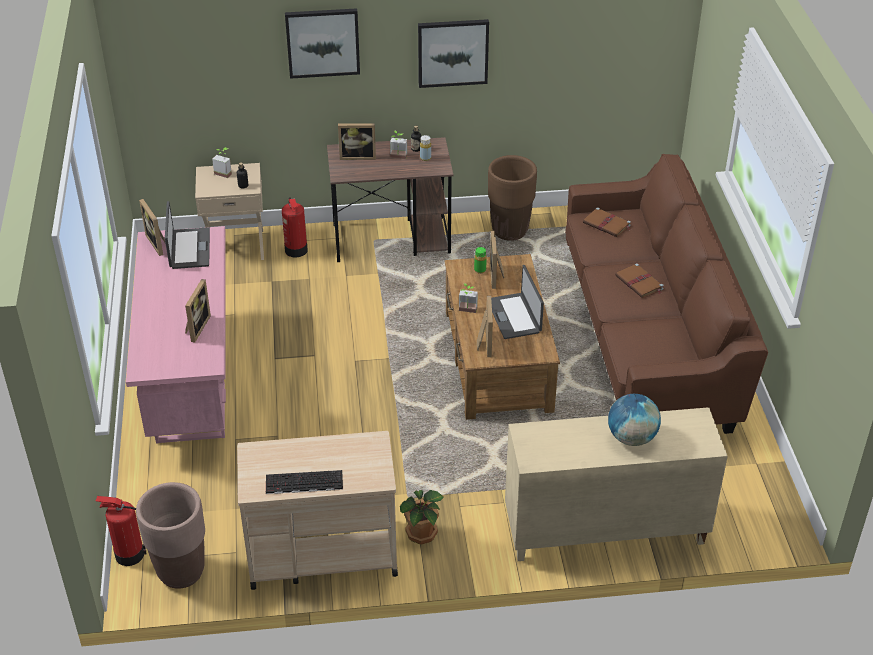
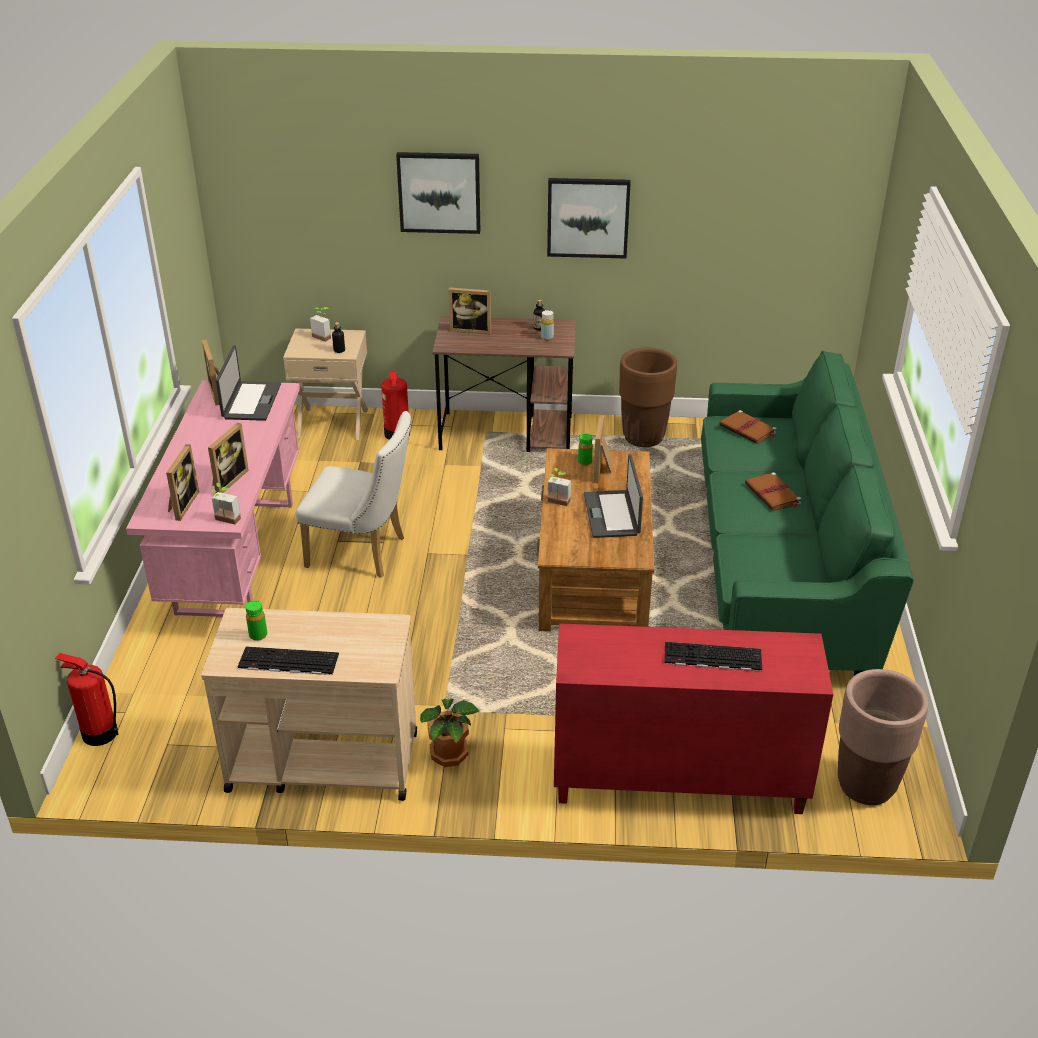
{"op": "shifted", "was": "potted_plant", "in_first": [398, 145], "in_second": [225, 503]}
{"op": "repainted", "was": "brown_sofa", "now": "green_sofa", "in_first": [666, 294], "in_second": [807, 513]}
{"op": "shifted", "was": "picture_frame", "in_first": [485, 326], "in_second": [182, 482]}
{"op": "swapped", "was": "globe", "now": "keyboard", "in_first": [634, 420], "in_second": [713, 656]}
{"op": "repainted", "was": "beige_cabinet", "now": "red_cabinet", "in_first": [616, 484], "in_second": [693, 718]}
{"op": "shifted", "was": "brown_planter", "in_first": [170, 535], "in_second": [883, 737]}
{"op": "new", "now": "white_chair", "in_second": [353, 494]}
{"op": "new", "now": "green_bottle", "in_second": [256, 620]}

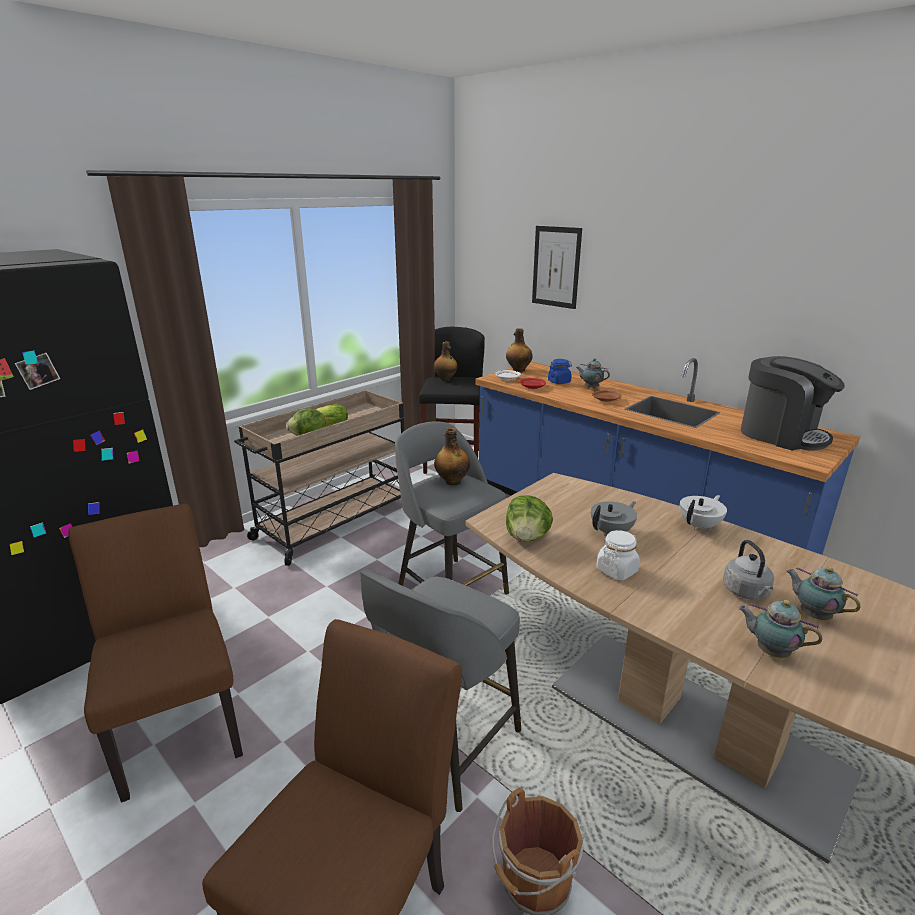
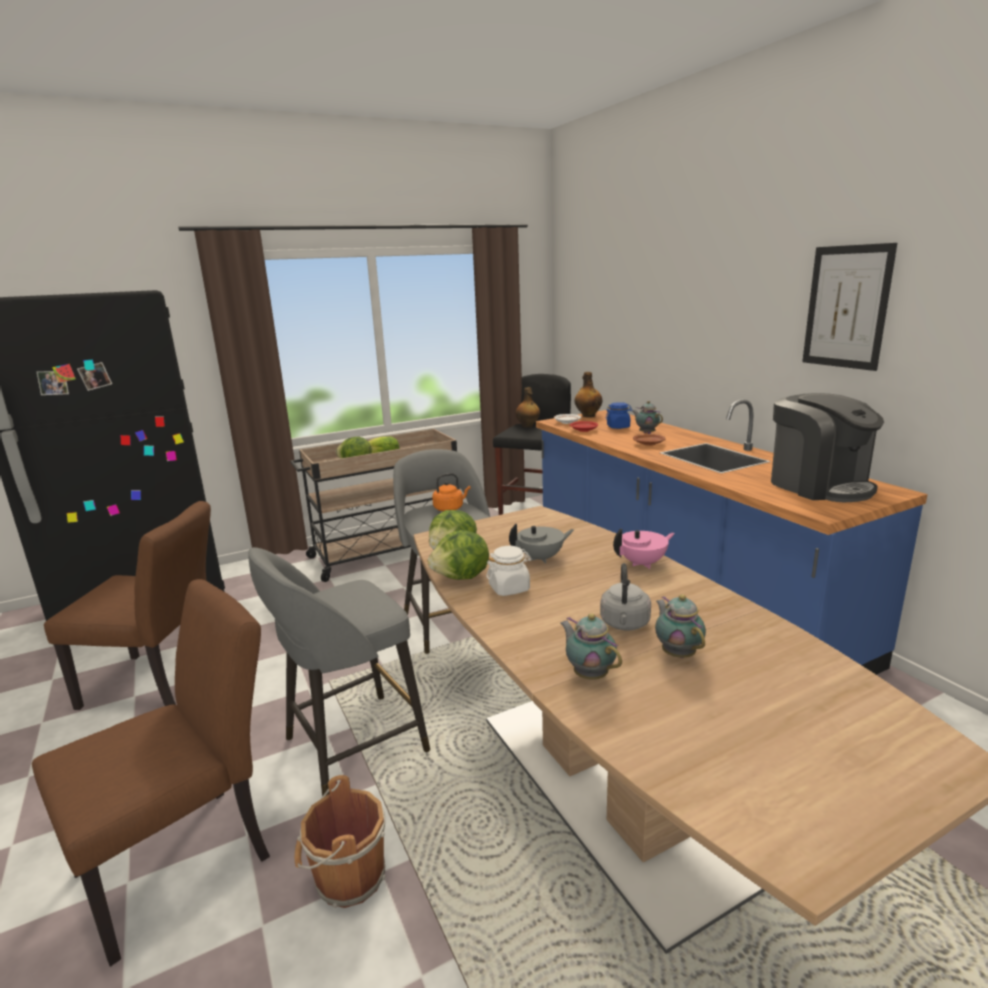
{"op": "shifted", "was": "picture", "in_first": [557, 267], "in_second": [849, 307]}
{"op": "swapped", "was": "bottle", "now": "orange_kettle", "in_first": [452, 456], "in_second": [451, 492]}
{"op": "repainted", "was": "white_teapot", "now": "pink_teapot", "in_first": [703, 513], "in_second": [644, 549]}
{"op": "rotated", "was": "brown_chair", "in_first": [155, 653], "in_second": [127, 605], "clockwise": 105}
{"op": "new", "now": "lettuce", "in_second": [458, 555]}

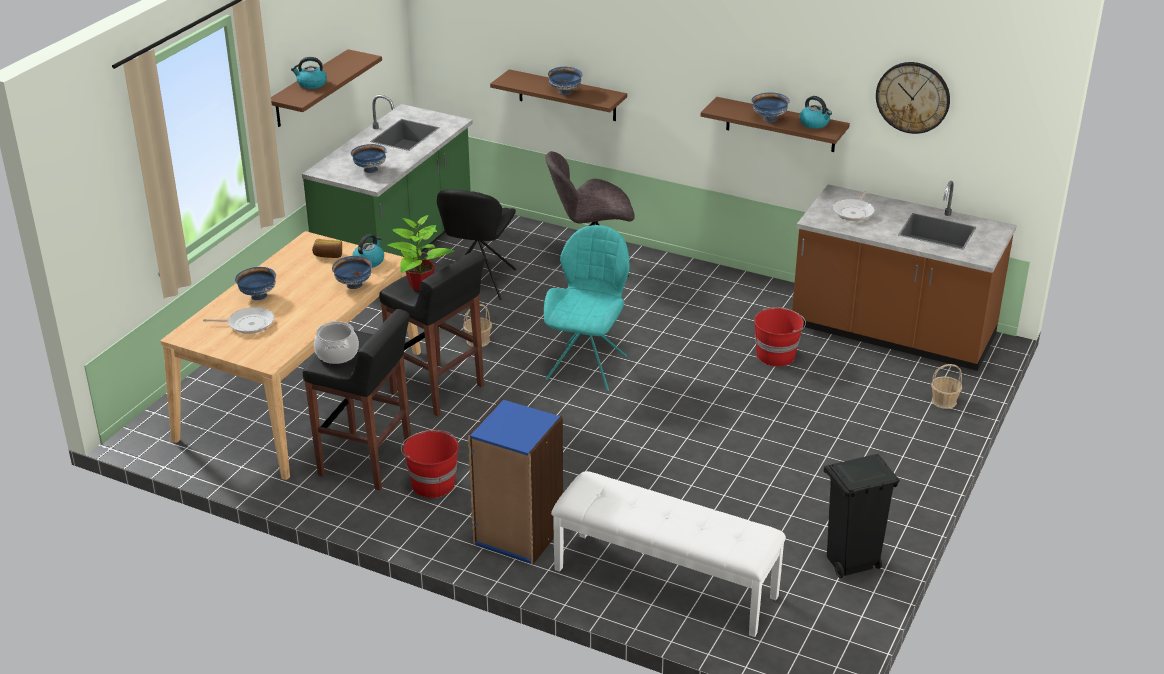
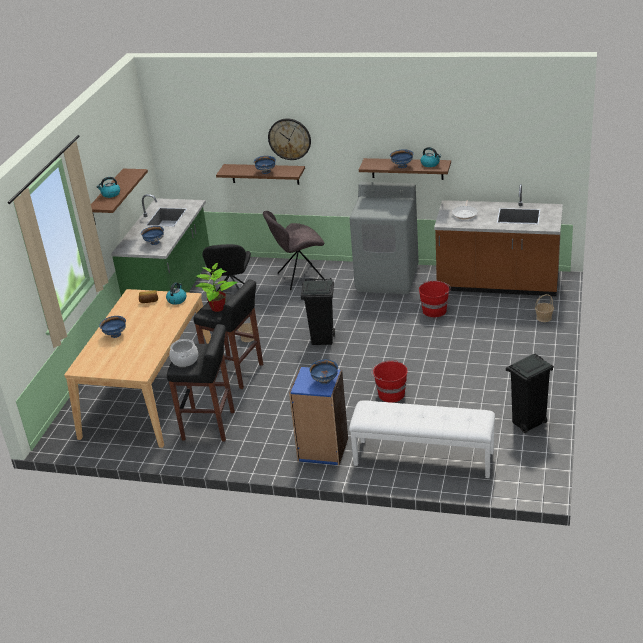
{"op": "shifted", "was": "wall_clock", "in_first": [913, 98], "in_second": [289, 139]}
{"op": "swapped", "was": "turquoise_chair", "now": "black_trash_can", "in_first": [587, 308], "in_second": [318, 311]}
{"op": "shifted", "was": "blue_bowl", "in_first": [352, 272], "in_second": [323, 371]}
{"op": "gone", "was": "frying_pan", "in_first": [238, 320]}
{"op": "shifted", "was": "red_bucket", "in_first": [430, 464], "in_second": [390, 381]}
{"op": "new", "now": "grey_washing_machine", "in_second": [384, 238]}

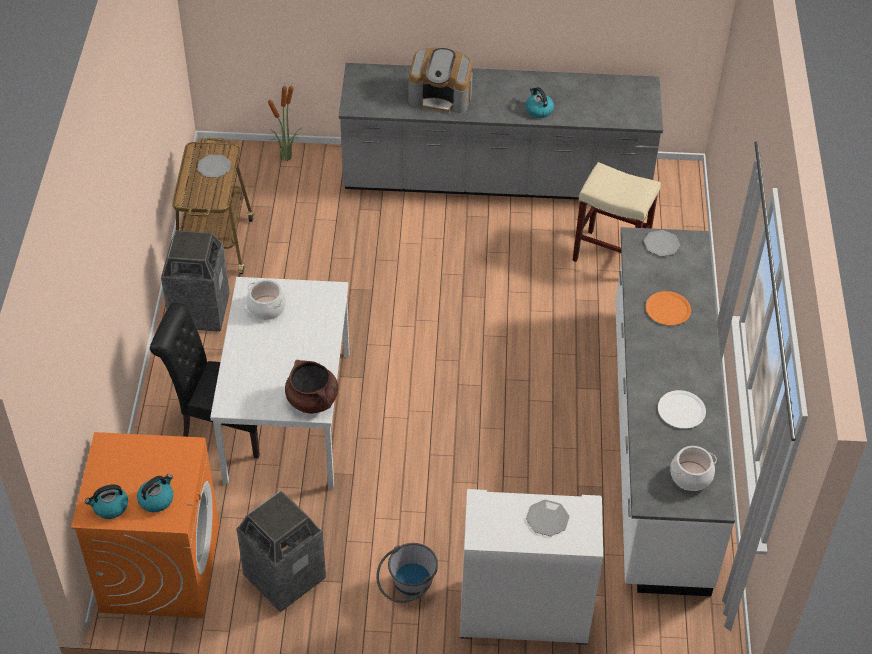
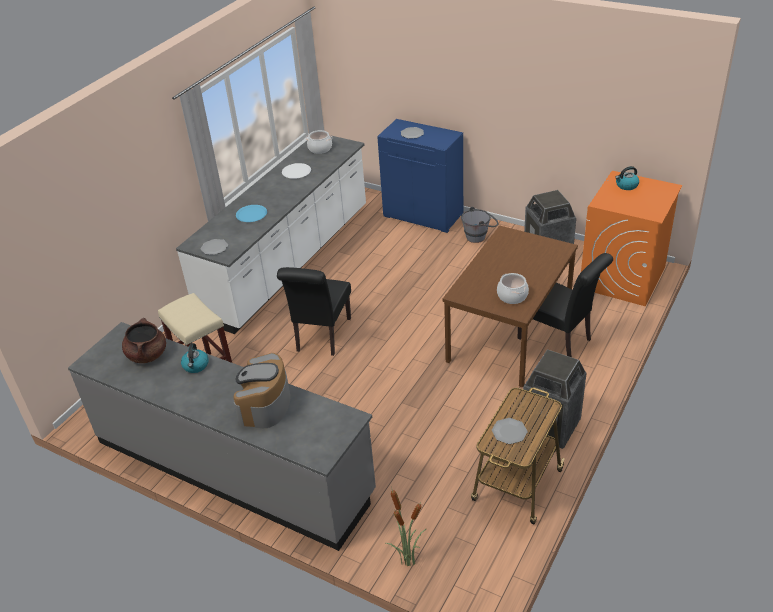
{"op": "rotated", "was": "coffee_machine", "in_first": [441, 80], "in_second": [261, 390], "clockwise": -120}
{"op": "repainted", "was": "white_dining_table", "now": "brown_dining_table", "in_first": [279, 383], "in_second": [510, 307]}
{"op": "repainted", "was": "orange_plate", "now": "blue_plate", "in_first": [668, 308], "in_second": [251, 213]}
{"op": "shifted", "was": "brown_cooking_pot", "in_first": [311, 387], "in_second": [144, 340]}
{"op": "gone", "was": "kettle", "in_first": [106, 501]}
{"op": "repainted", "was": "white_cabinet", "now": "blue_cabinet", "in_first": [531, 567], "in_second": [420, 176]}
{"op": "new", "now": "black_chair", "in_second": [314, 311]}

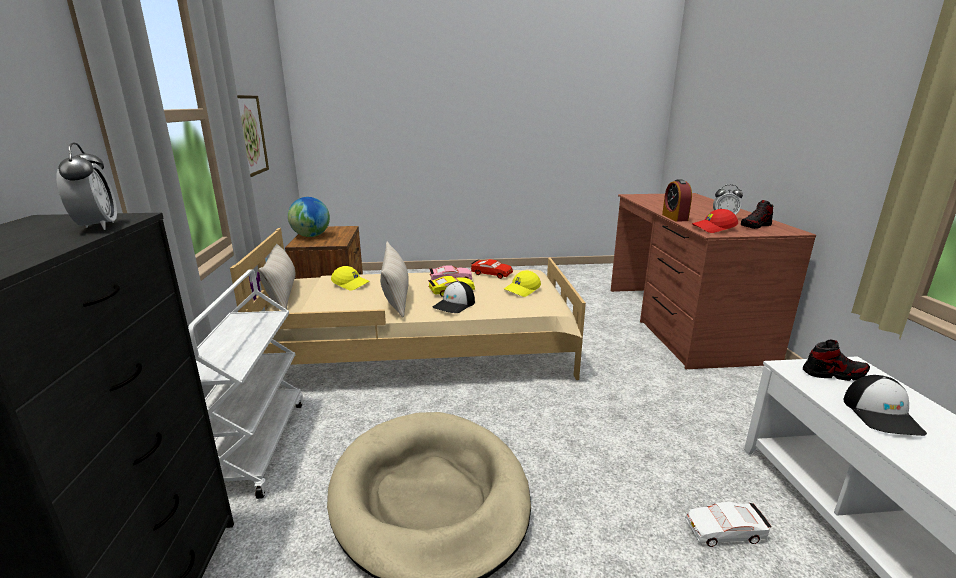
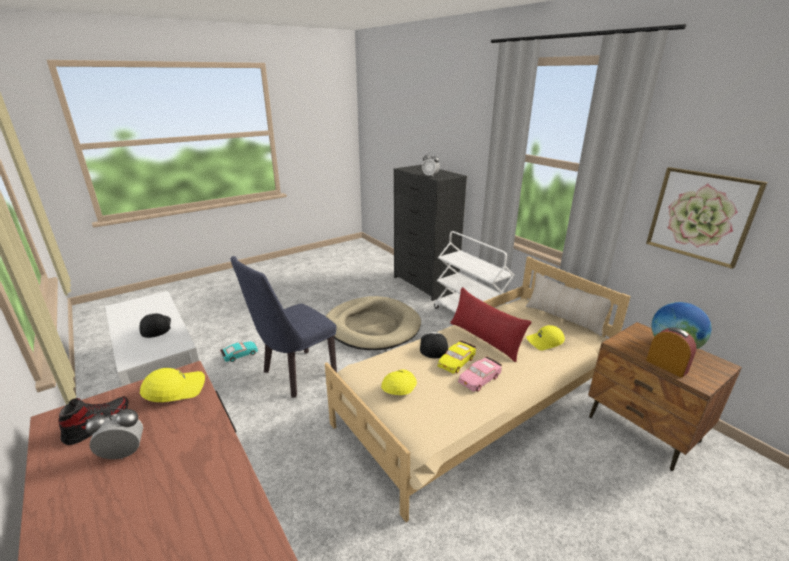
{"op": "shifted", "was": "alarm_clock", "in_first": [677, 200], "in_second": [671, 352]}
{"op": "repainted", "was": "red_cap", "now": "yellow_cap", "in_first": [715, 221], "in_second": [172, 385]}
{"op": "repainted", "was": "beige_pillow", "now": "red_pillow", "in_first": [394, 279], "in_second": [491, 324]}
{"op": "gone", "was": "red_toy_car", "in_first": [492, 269]}
{"op": "gone", "was": "shoe", "in_first": [836, 360]}
{"op": "repainted", "was": "white_toy_car", "now": "turquoise_toy_car", "in_first": [728, 524], "in_second": [239, 351]}
{"op": "new", "now": "blue_chair", "in_second": [284, 327]}

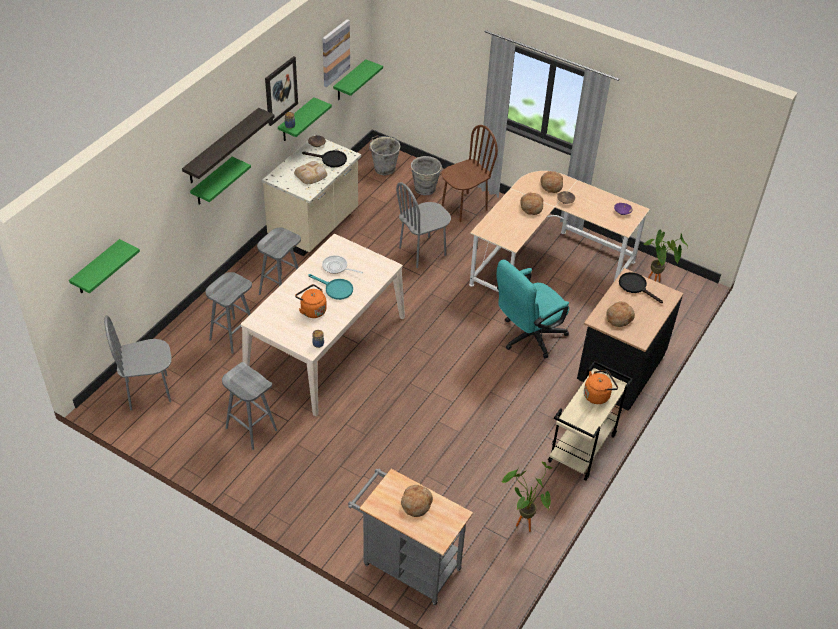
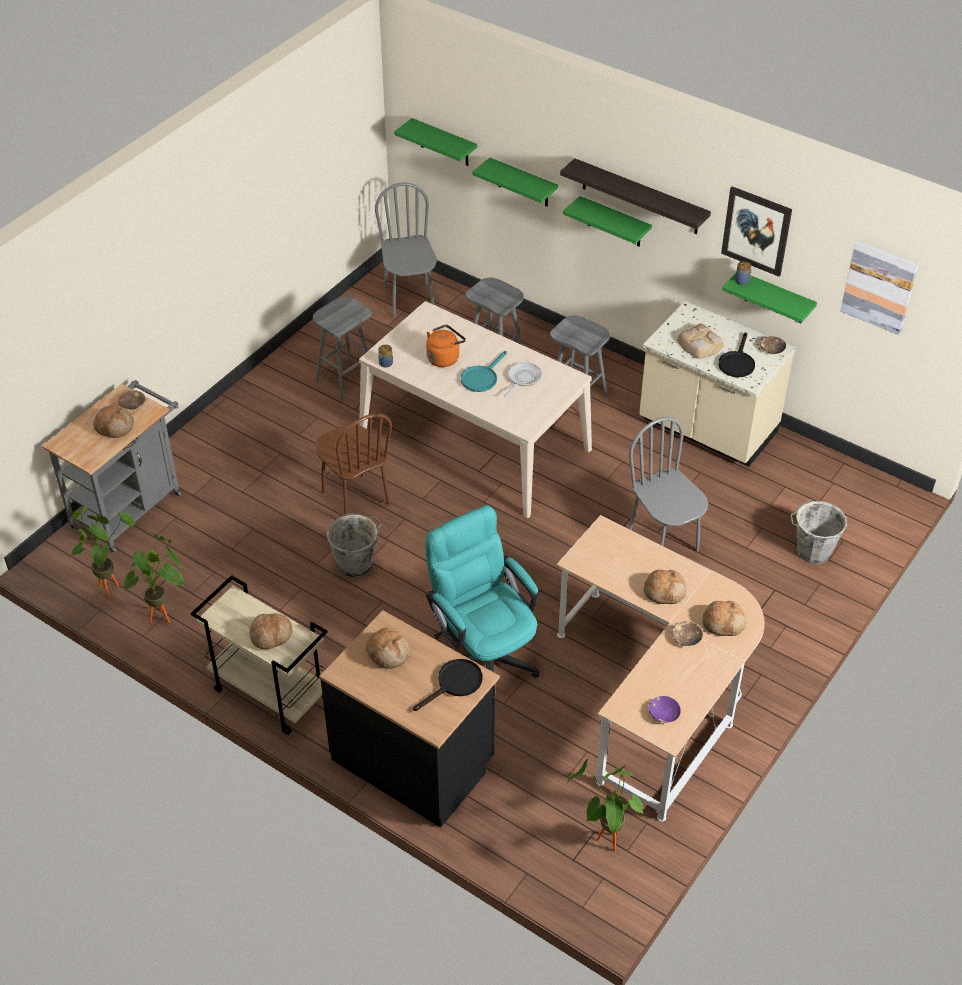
{"op": "shifted", "was": "green_shelf", "in_first": [358, 79], "in_second": [515, 182]}
{"op": "shifted", "was": "brown_chair", "in_first": [470, 173], "in_second": [353, 464]}
{"op": "shifted", "was": "grey_bucket", "in_first": [385, 155], "in_second": [354, 545]}
{"op": "swapped", "was": "orange_kettle", "now": "bread", "in_first": [601, 387], "in_second": [271, 631]}
{"op": "new", "now": "brown_bowl", "in_second": [131, 400]}
{"op": "new", "now": "potted_plant", "in_second": [103, 552]}

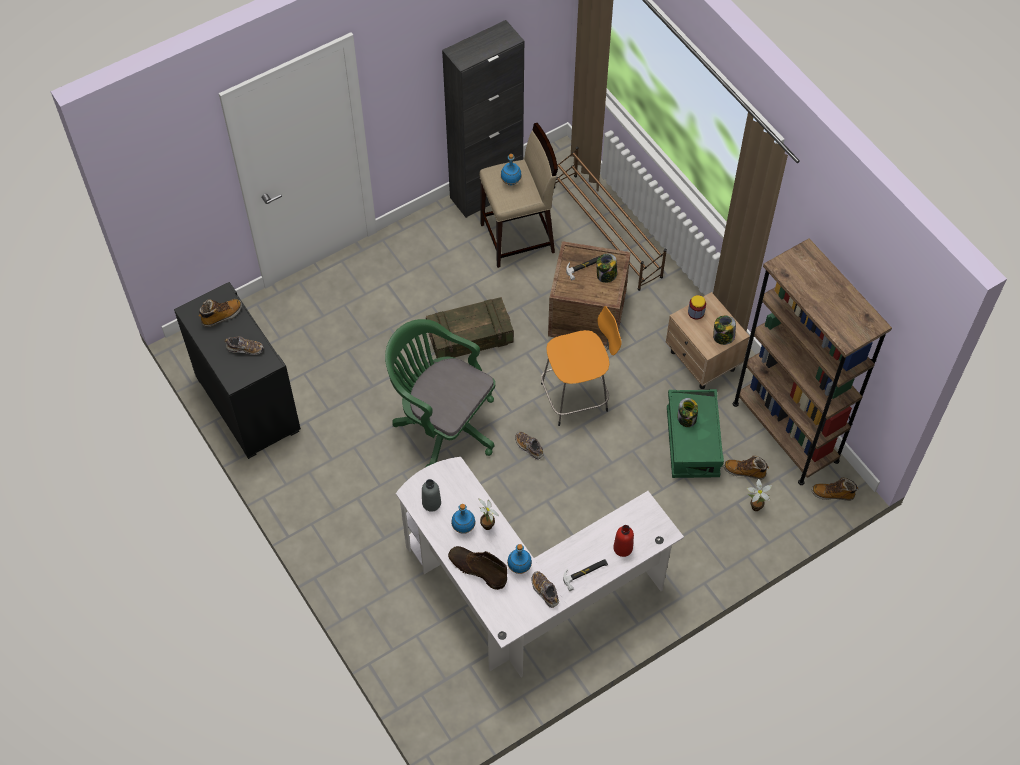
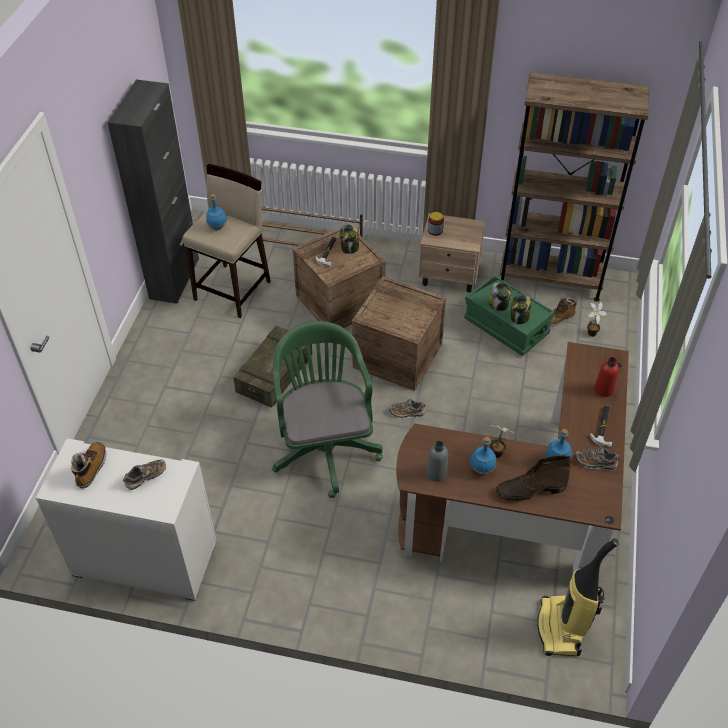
{"op": "repainted", "was": "black_dresser", "now": "white_dresser", "in_first": [237, 370], "in_second": [126, 519]}
{"op": "swapped", "was": "orange_stool", "now": "crate", "in_first": [581, 366], "in_second": [399, 333]}
{"op": "shifted", "was": "jar", "in_first": [724, 330], "in_second": [521, 309]}
{"op": "rotated", "was": "green_office_chair", "in_first": [440, 393], "in_second": [327, 409], "clockwise": 90}
{"op": "repainted", "was": "white_desk", "now": "brown_desk", "in_first": [540, 567], "in_second": [512, 458]}
{"op": "gone", "was": "boot", "in_first": [835, 489]}
{"op": "new", "now": "vacuum_cleaner", "in_second": [577, 597]}

